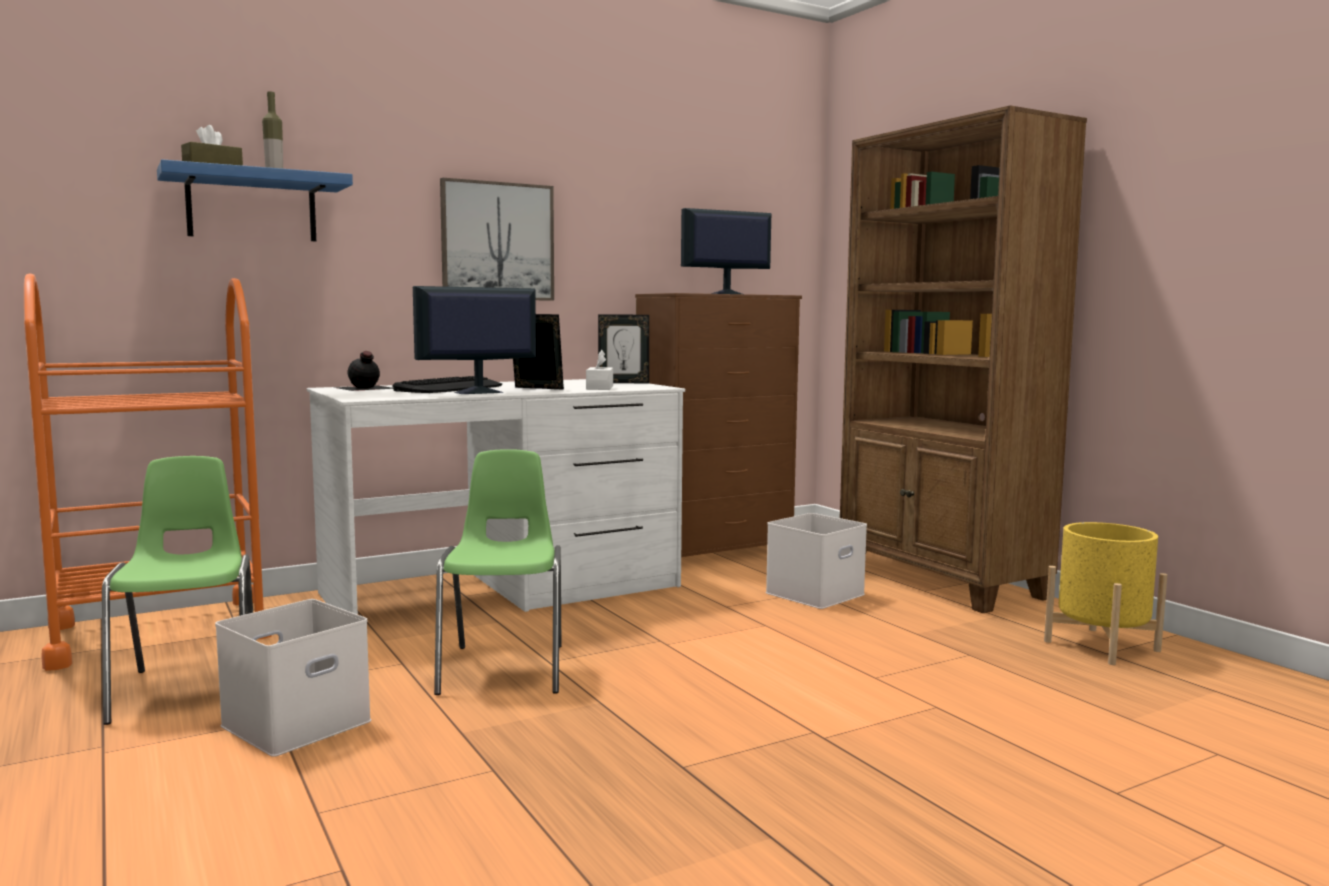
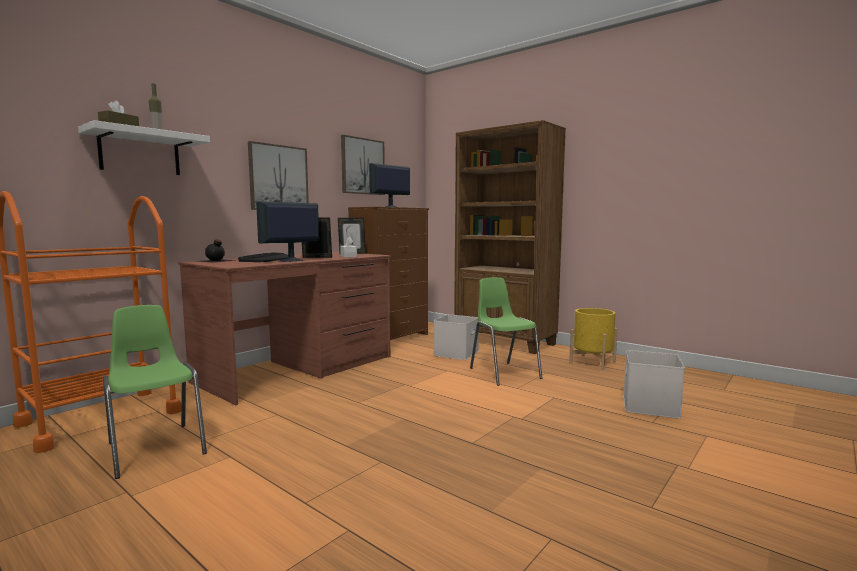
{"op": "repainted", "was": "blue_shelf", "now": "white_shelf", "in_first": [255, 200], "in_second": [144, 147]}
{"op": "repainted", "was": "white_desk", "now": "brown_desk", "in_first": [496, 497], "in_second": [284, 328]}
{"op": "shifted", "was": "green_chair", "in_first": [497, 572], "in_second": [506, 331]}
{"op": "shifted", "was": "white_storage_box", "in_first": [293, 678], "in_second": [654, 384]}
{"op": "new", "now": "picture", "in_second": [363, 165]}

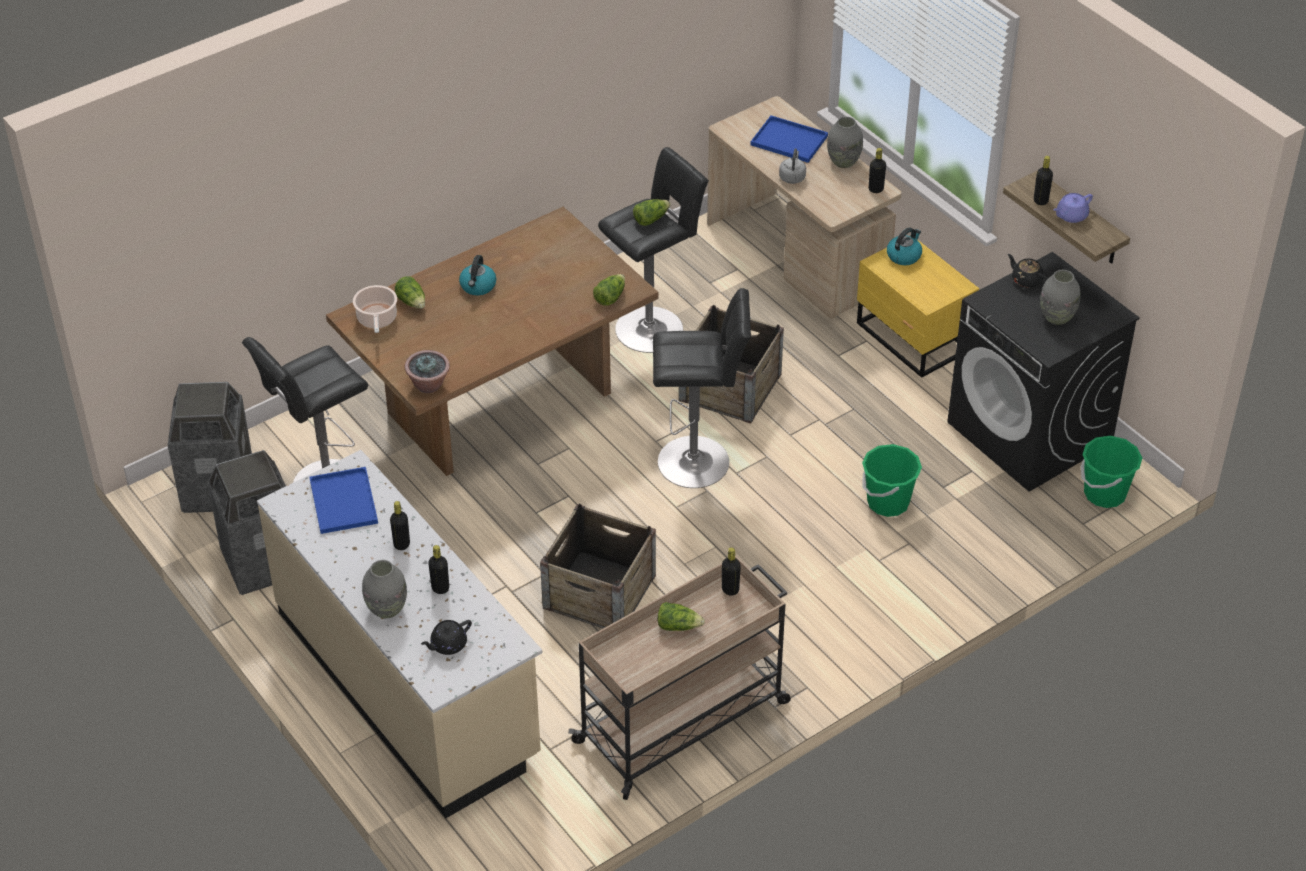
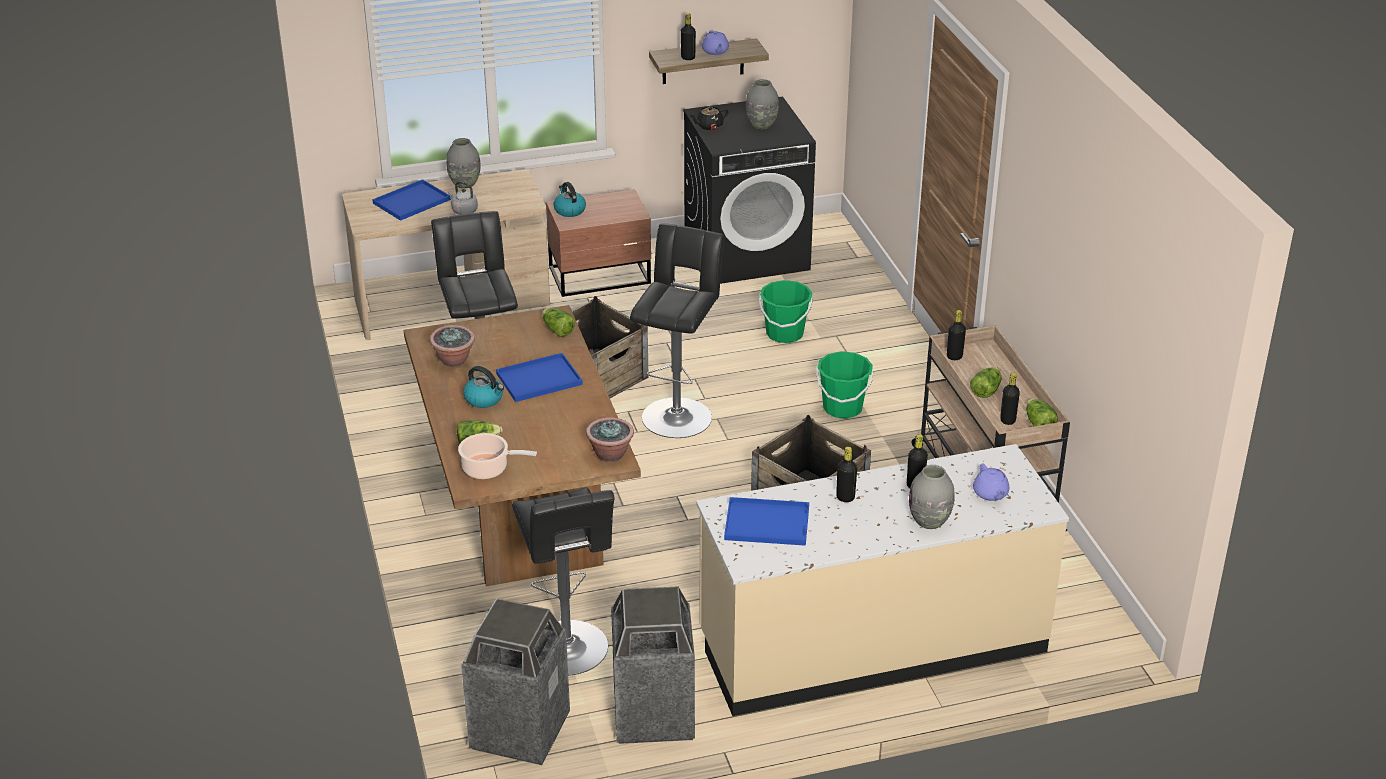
{"op": "shifted", "was": "black_bottle", "in_first": [877, 170], "in_second": [1010, 398]}
{"op": "shifted", "was": "lettuce", "in_first": [652, 212], "in_second": [1042, 412]}
{"op": "repainted", "was": "yellow_nightstand", "now": "brown_nightstand", "in_first": [918, 308], "in_second": [598, 243]}
{"op": "shifted", "was": "green_bucket", "in_first": [1111, 472], "in_second": [844, 384]}
{"op": "repainted", "was": "black_teapot", "now": "purple_teapot", "in_first": [446, 637], "in_second": [991, 482]}
{"op": "new", "now": "potted_plant", "in_second": [452, 346]}
{"op": "new", "now": "blue_tray", "in_second": [539, 377]}

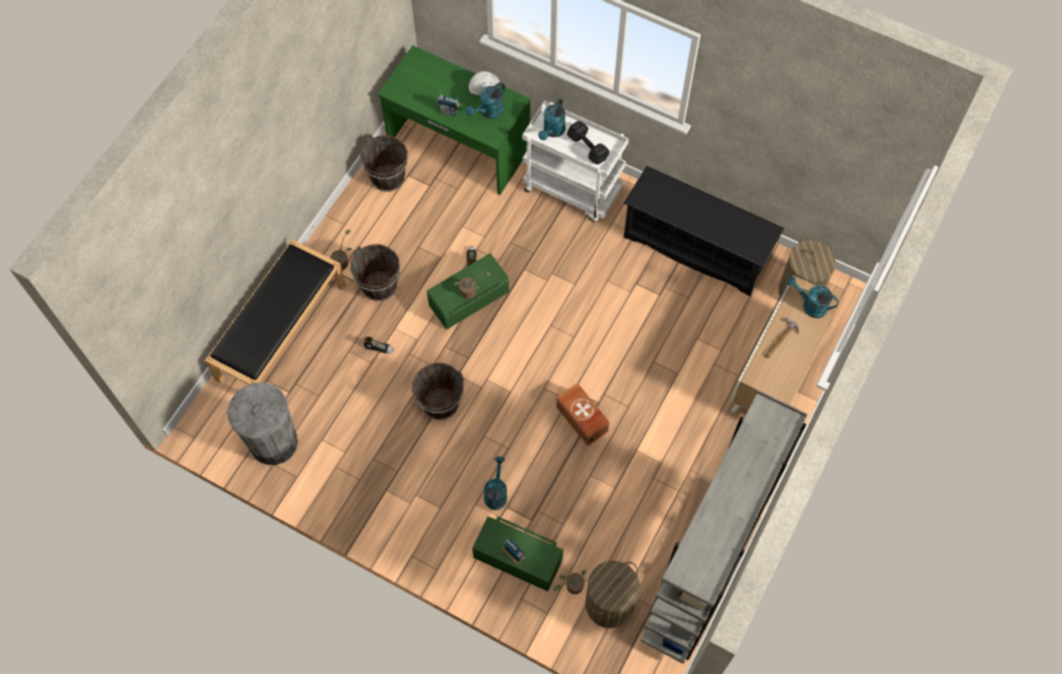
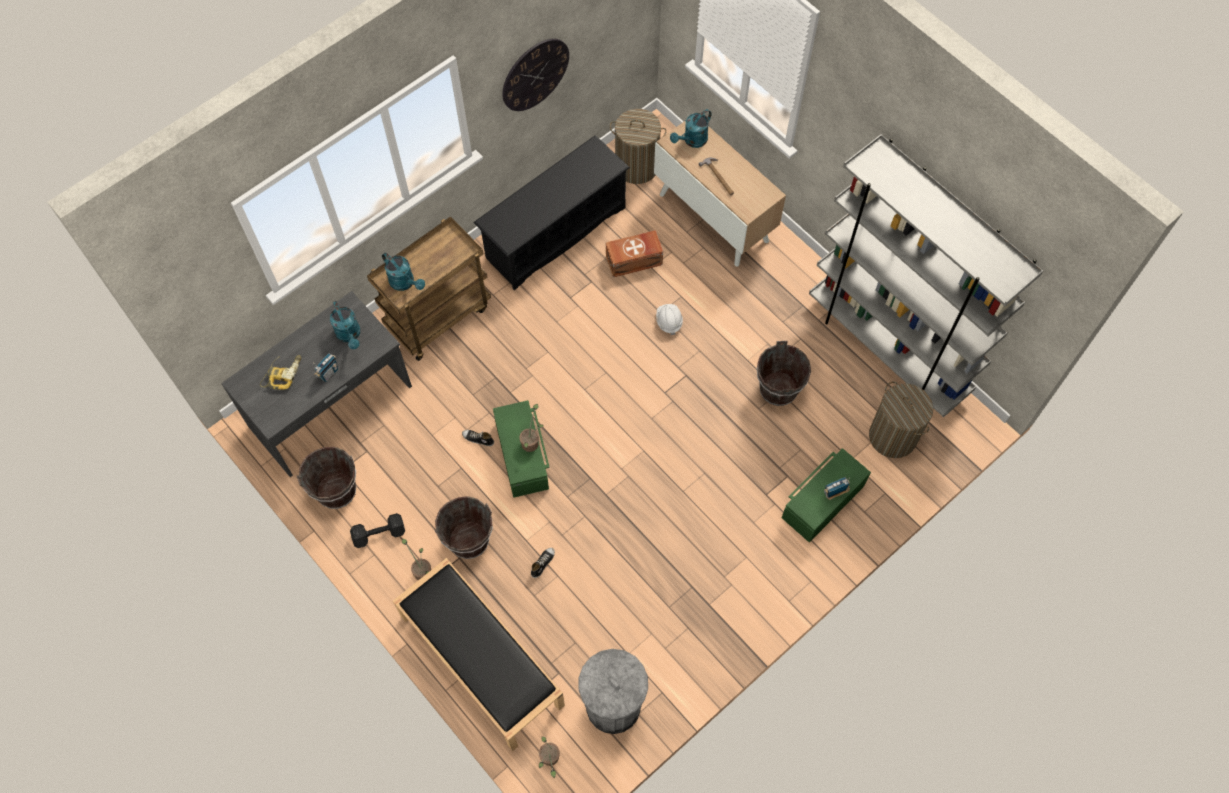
{"op": "repainted", "was": "green_desk", "now": "grey_desk", "in_first": [453, 120], "in_second": [316, 384]}
{"op": "shifted", "was": "white_hard_hat", "in_first": [484, 83], "in_second": [669, 319]}
{"op": "repainted", "was": "white_cart", "now": "brown_cart", "in_first": [575, 161], "in_second": [429, 288]}
{"op": "shifted", "was": "black_dumbbell", "in_first": [588, 142], "in_second": [377, 530]}
{"op": "shifted", "was": "brown_bucket", "in_first": [437, 391], "in_second": [784, 373]}
{"op": "shifted", "was": "brown_storage_box", "in_first": [583, 414], "in_second": [634, 253]}
{"op": "gone", "was": "turquoise_watering_can", "in_first": [495, 483]}
{"op": "shifted", "was": "potted_plant", "in_first": [570, 582], "in_second": [549, 757]}
{"op": "new", "now": "wall_clock", "in_second": [535, 75]}
{"op": "new", "now": "power_drill", "in_second": [280, 372]}

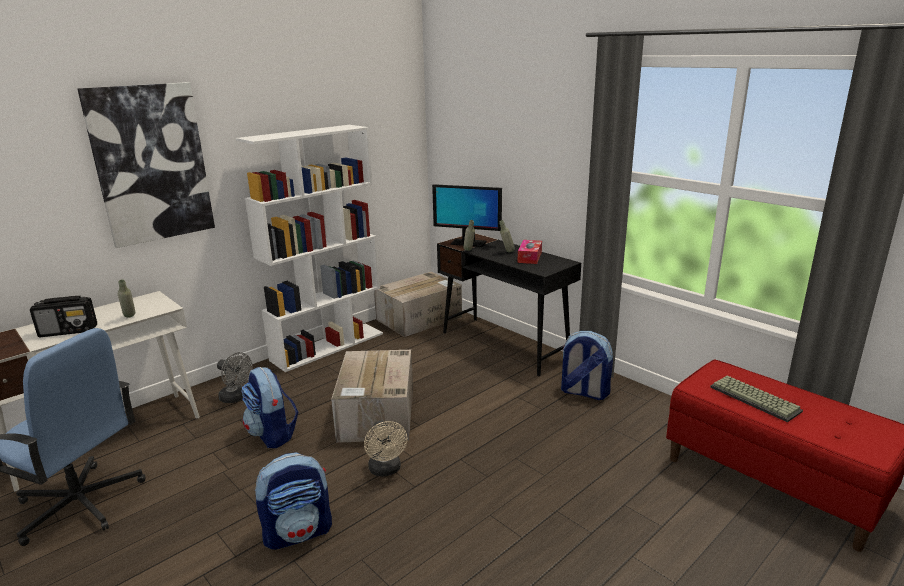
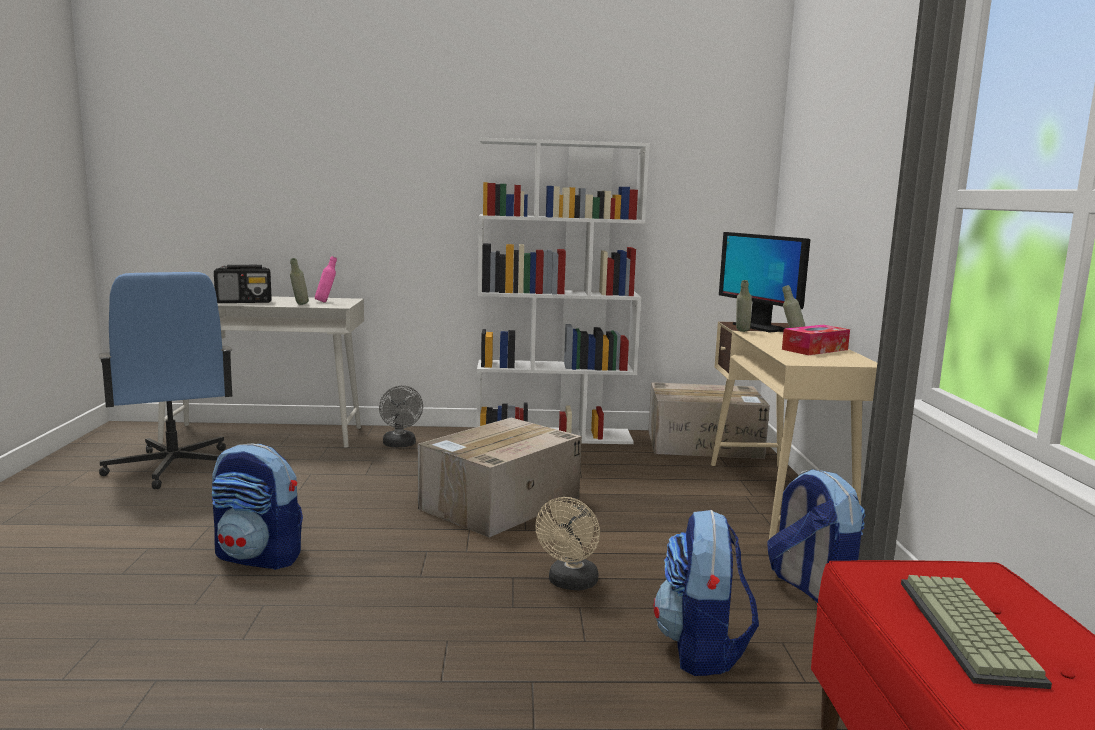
{"op": "gone", "was": "picture", "in_first": [146, 165]}
{"op": "repainted", "was": "black_desk", "now": "beige_desk", "in_first": [509, 304], "in_second": [794, 430]}
{"op": "rotated", "was": "radio", "in_first": [63, 316], "in_second": [243, 283], "clockwise": -45}
{"op": "shifted", "was": "backpack", "in_first": [270, 407], "in_second": [706, 593]}
{"op": "shifted", "was": "beige_fan", "in_first": [385, 448], "in_second": [567, 544]}
{"op": "new", "now": "pink_bottle", "in_second": [326, 279]}

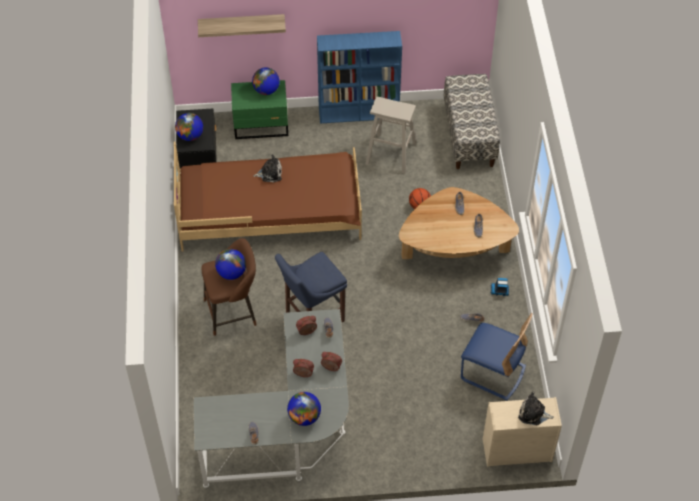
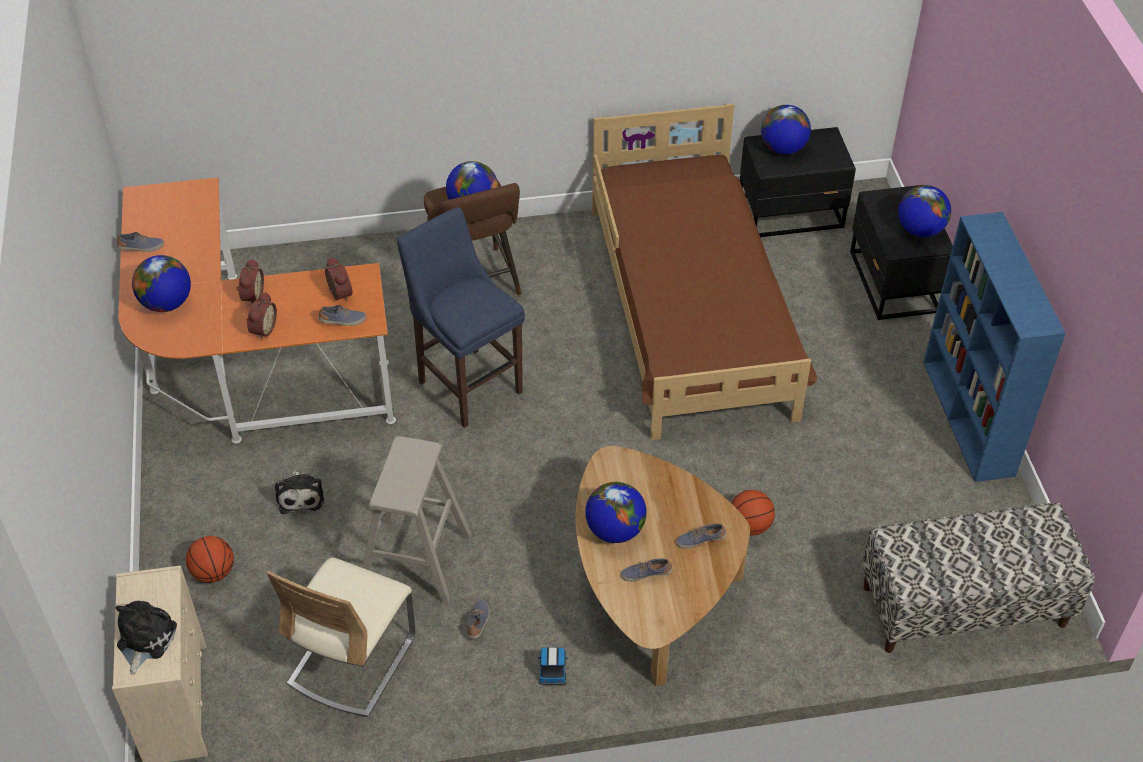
{"op": "gone", "was": "shelf", "in_first": [242, 25]}
{"op": "repainted", "was": "green_nightstand", "now": "black_nightstand", "in_first": [259, 109], "in_second": [901, 252]}
{"op": "shifted", "was": "beige_stool", "in_first": [391, 135], "in_second": [417, 520]}
{"op": "shifted", "was": "plush_toy", "in_first": [267, 168], "in_second": [299, 492]}
{"op": "repainted", "was": "grey_desk", "now": "orange_desk", "in_first": [271, 398], "in_second": [257, 310]}
{"op": "repainted", "was": "blue_chair", "now": "beige_chair", "in_first": [497, 356], "in_second": [341, 637]}
{"op": "new", "now": "globe", "in_second": [616, 512]}
{"op": "new", "now": "basketball", "in_second": [210, 559]}

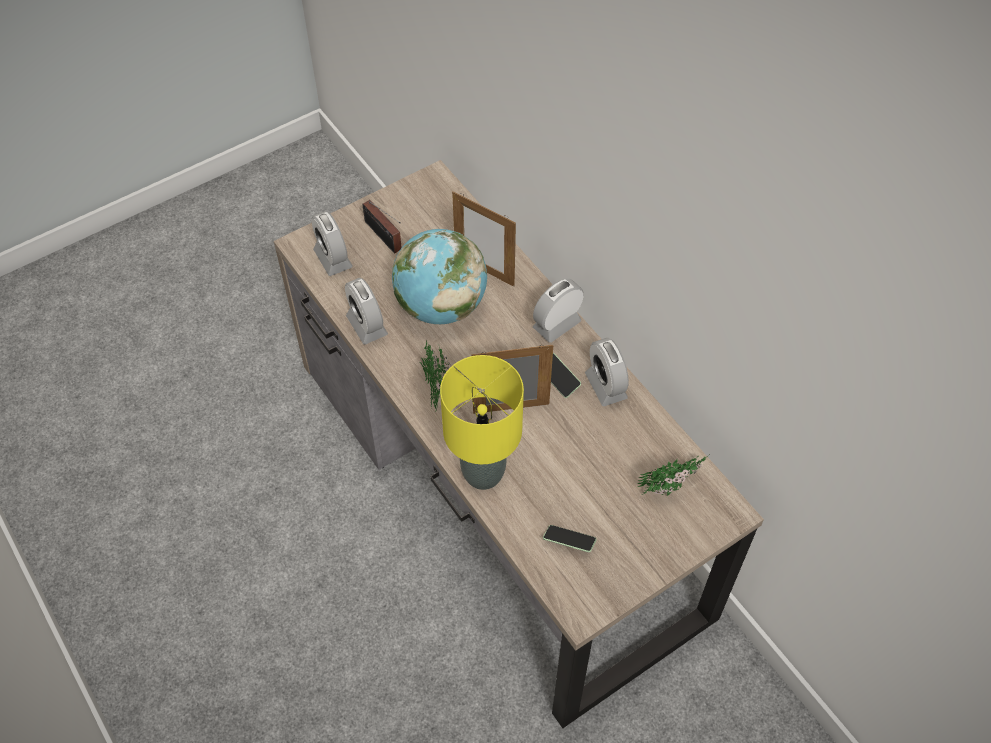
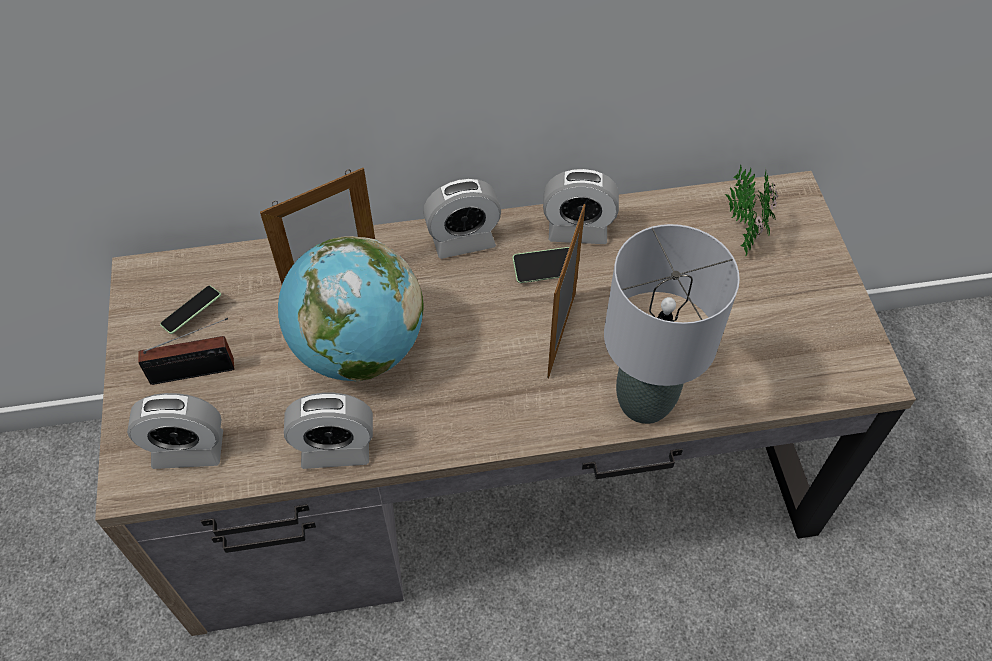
{"op": "rotated", "was": "alarm_clock", "in_first": [558, 311], "in_second": [462, 219], "clockwise": -90}
{"op": "gone", "was": "potted_plant", "in_first": [434, 374]}
{"op": "repainted", "was": "yellow_table_lamp", "now": "grey_table_lamp", "in_first": [482, 422], "in_second": [672, 324]}
{"op": "shifted", "was": "phone", "in_first": [570, 538], "in_second": [190, 310]}

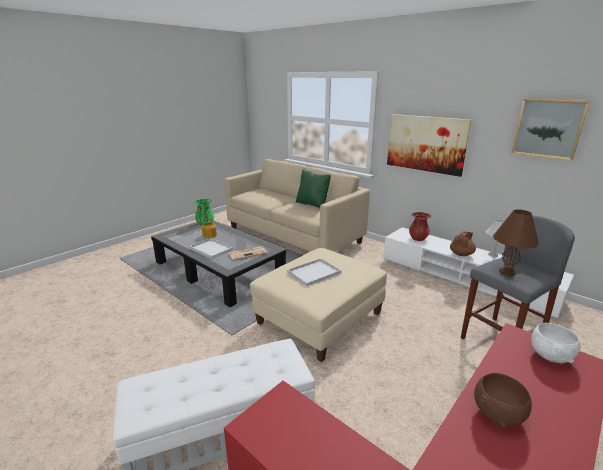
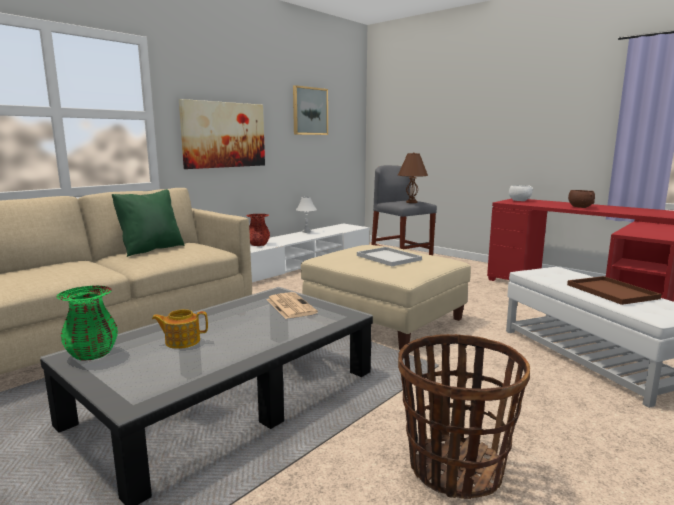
{"op": "gone", "was": "brown_teapot", "in_first": [463, 244]}
{"op": "gone", "was": "white_tray", "in_first": [212, 248]}
{"op": "new", "now": "brown_tray", "in_second": [614, 290]}
{"op": "new", "now": "basket", "in_second": [464, 416]}

